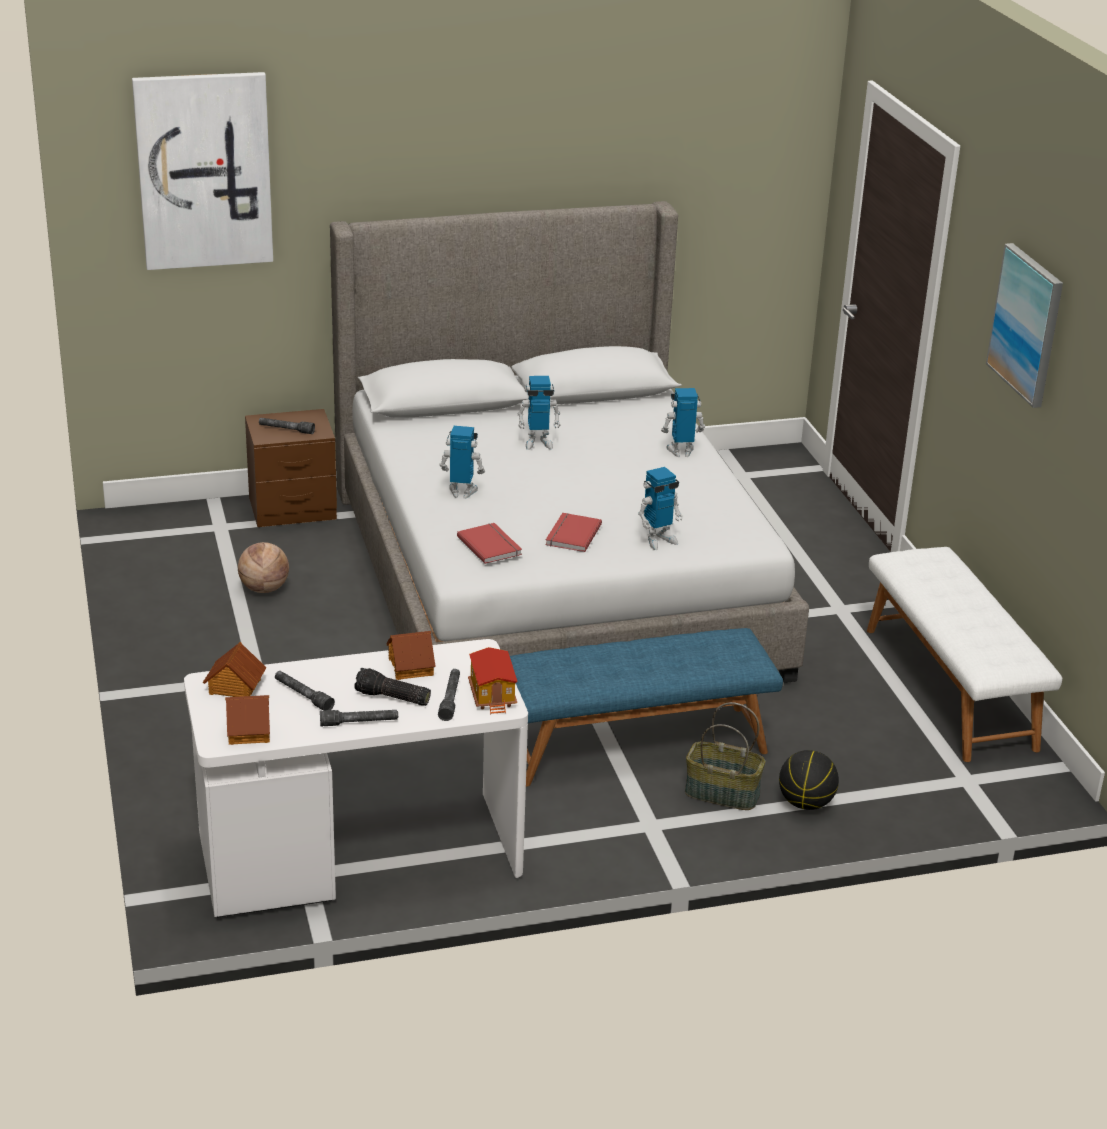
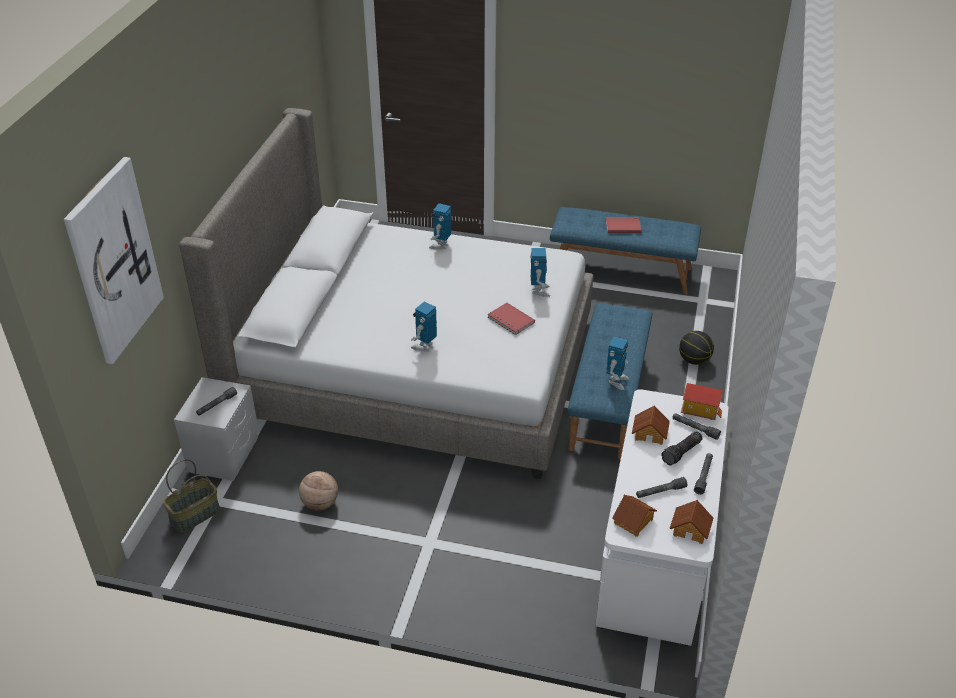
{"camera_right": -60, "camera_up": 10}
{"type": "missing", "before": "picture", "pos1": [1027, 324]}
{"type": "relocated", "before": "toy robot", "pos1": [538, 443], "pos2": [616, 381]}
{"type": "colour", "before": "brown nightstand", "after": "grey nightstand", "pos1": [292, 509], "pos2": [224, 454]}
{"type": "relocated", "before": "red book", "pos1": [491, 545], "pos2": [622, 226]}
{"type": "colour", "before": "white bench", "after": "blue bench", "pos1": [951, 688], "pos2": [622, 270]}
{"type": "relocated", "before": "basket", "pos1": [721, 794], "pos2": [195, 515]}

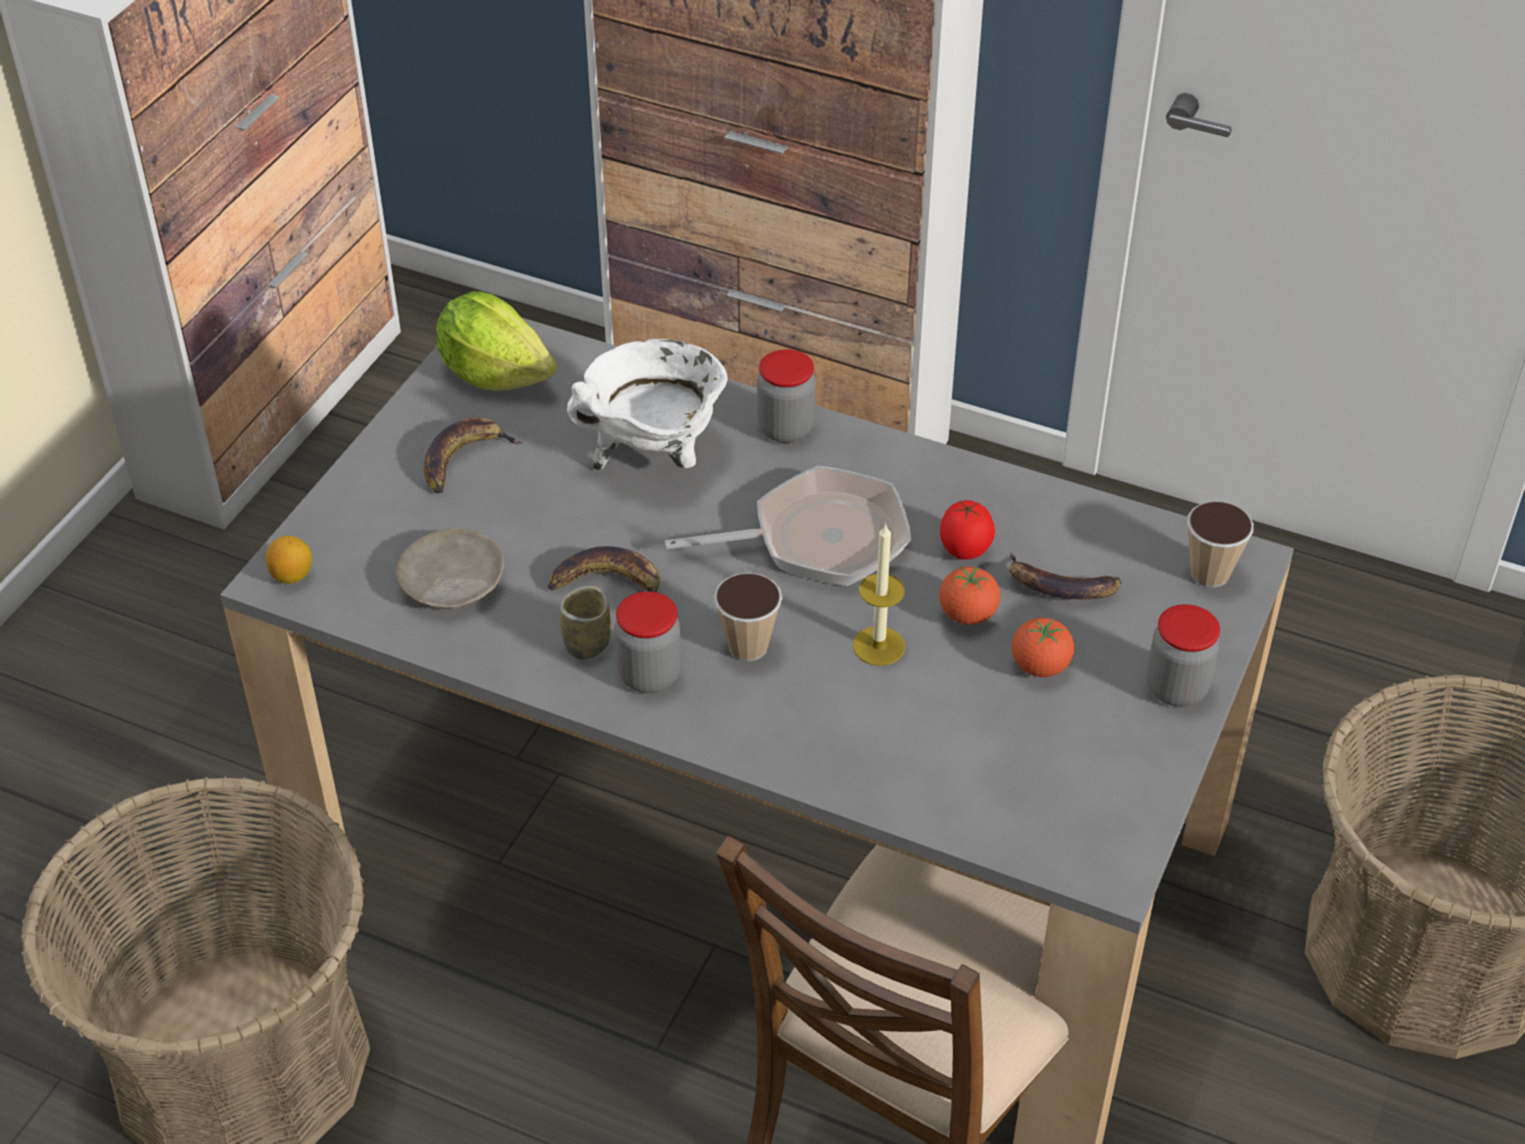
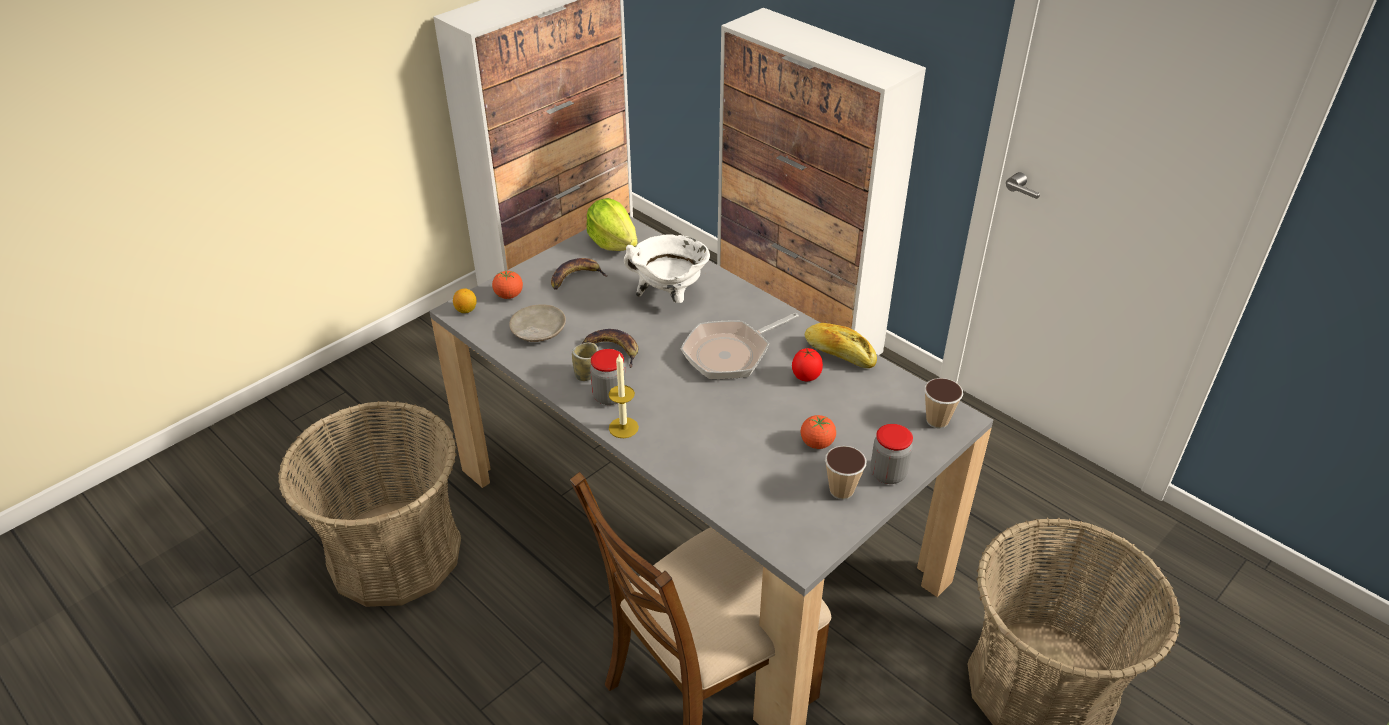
{"camera_right": 20, "camera_up": -5}
{"type": "missing", "before": "jar", "pos1": [785, 429]}
{"type": "spun", "before": "frying pan", "pos1": [818, 539], "pos2": [731, 353], "turn": 135}
{"type": "relocated", "before": "candle", "pos1": [878, 646], "pos2": [623, 427]}
{"type": "missing", "before": "banana", "pos1": [1059, 587]}
{"type": "relocated", "before": "tomato", "pos1": [967, 614], "pos2": [509, 295]}
{"type": "relocated", "before": "cup", "pos1": [748, 647], "pos2": [841, 490]}
{"type": "appeared", "after": "bread", "pos2": [839, 354]}

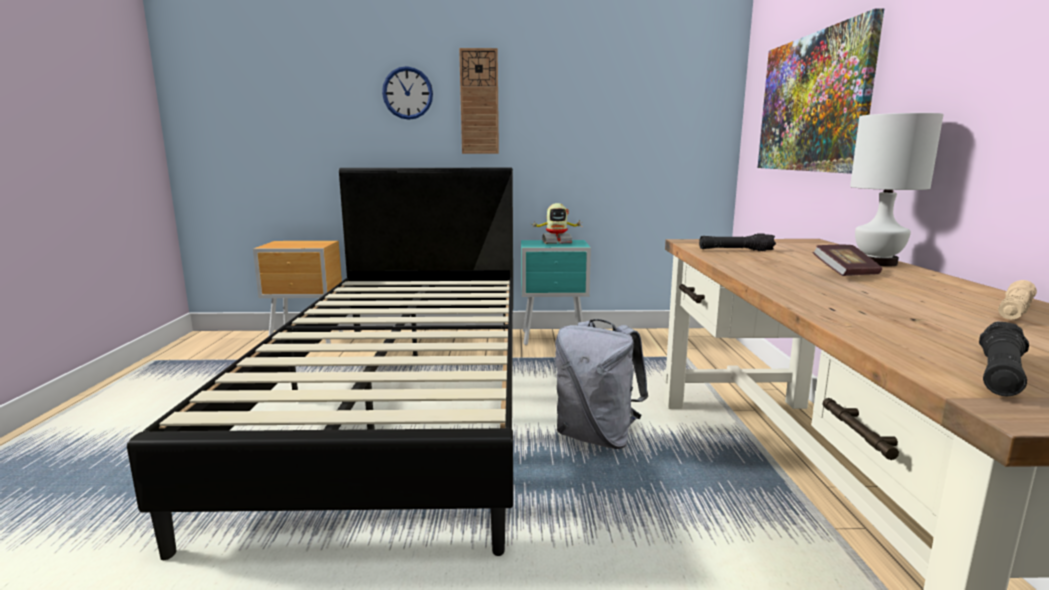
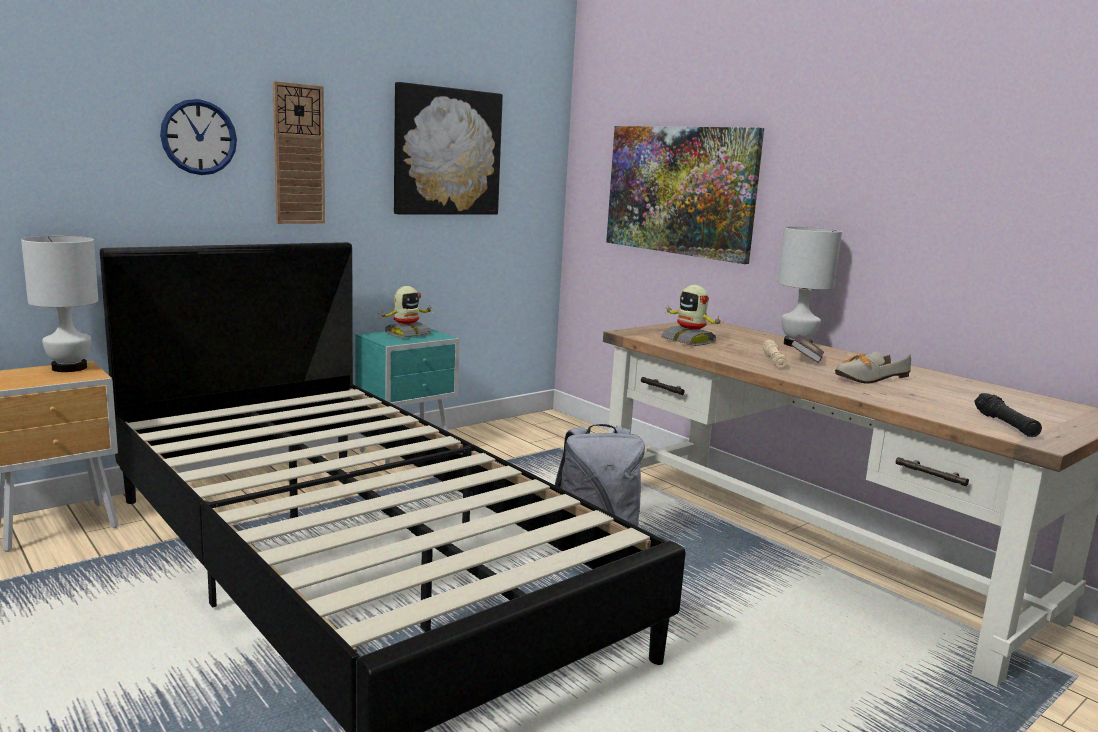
{"camera_right": -40, "camera_up": 0}
{"type": "exchanged", "before": "black flashlight", "after": "toy robot", "pos1": [735, 250], "pos2": [689, 341]}
{"type": "relocated", "before": "beige flashlight", "pos1": [1014, 310], "pos2": [773, 360]}
{"type": "appeared", "after": "picture", "pos2": [447, 152]}
{"type": "appeared", "after": "white table lamp", "pos2": [70, 368]}
{"type": "appeared", "after": "shoe", "pos2": [865, 379]}

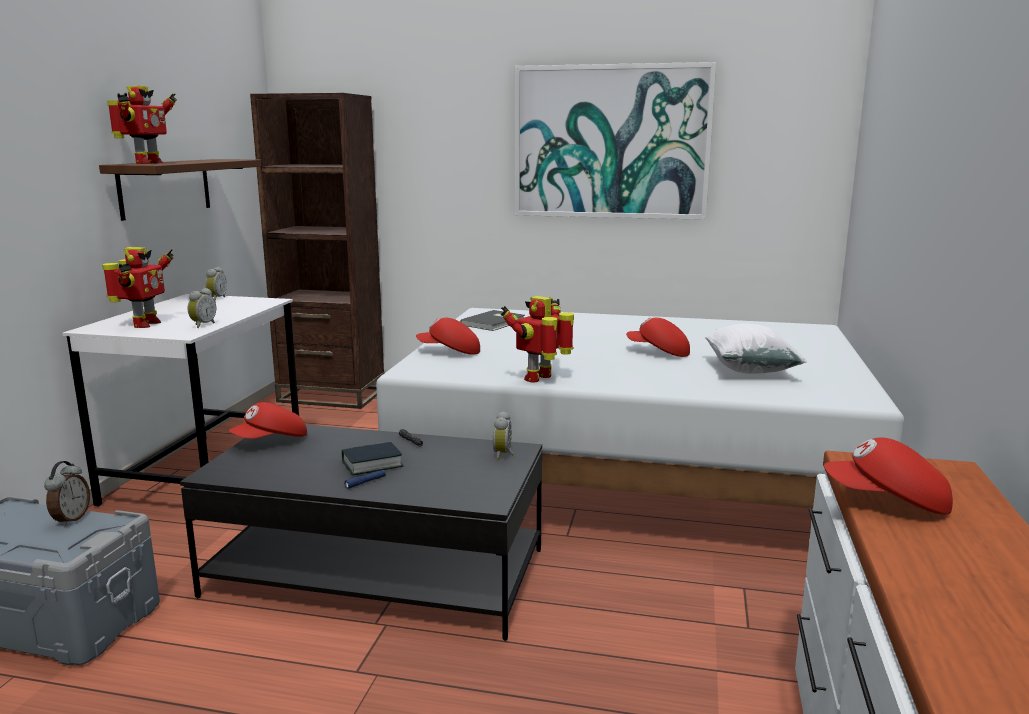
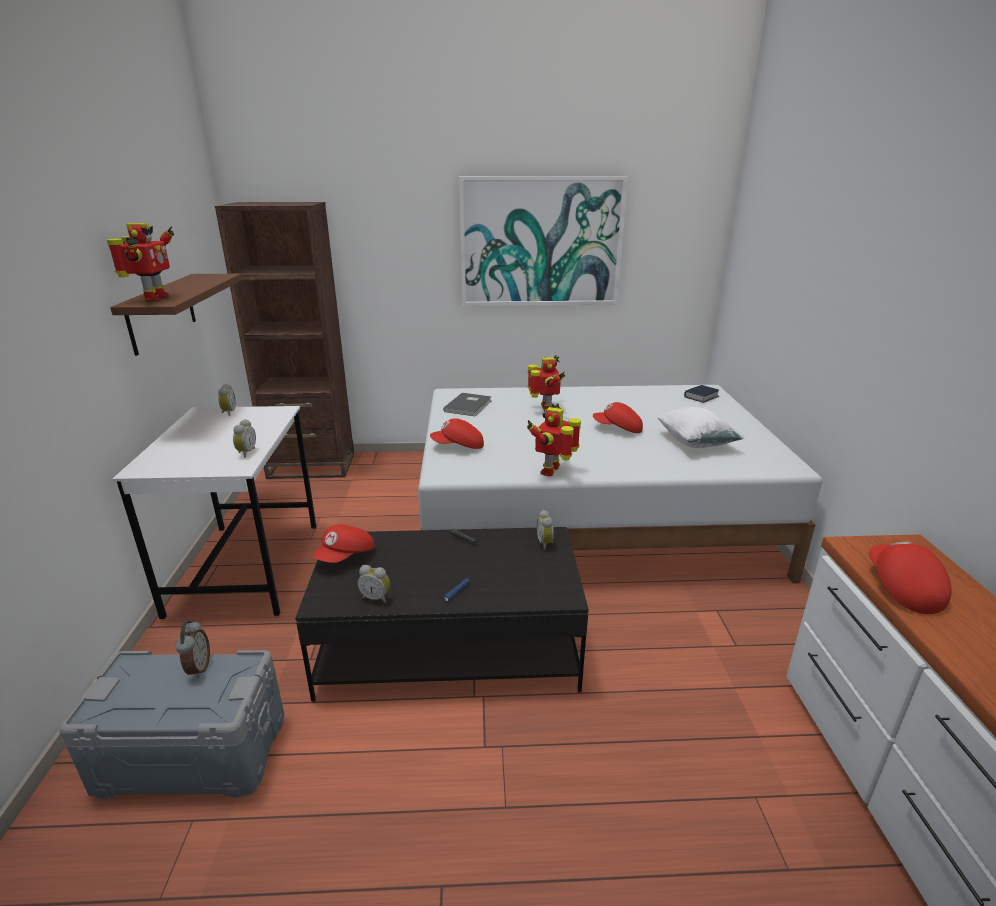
{"camera_right": -15, "camera_up": 10}
{"type": "relocated", "before": "toy robot", "pos1": [143, 324], "pos2": [546, 409]}
{"type": "spun", "before": "red cap", "pos1": [887, 502], "pos2": [901, 588], "turn": 90}
{"type": "relocated", "before": "book", "pos1": [372, 464], "pos2": [701, 397]}
{"type": "appeared", "after": "alarm clock", "pos2": [376, 597]}

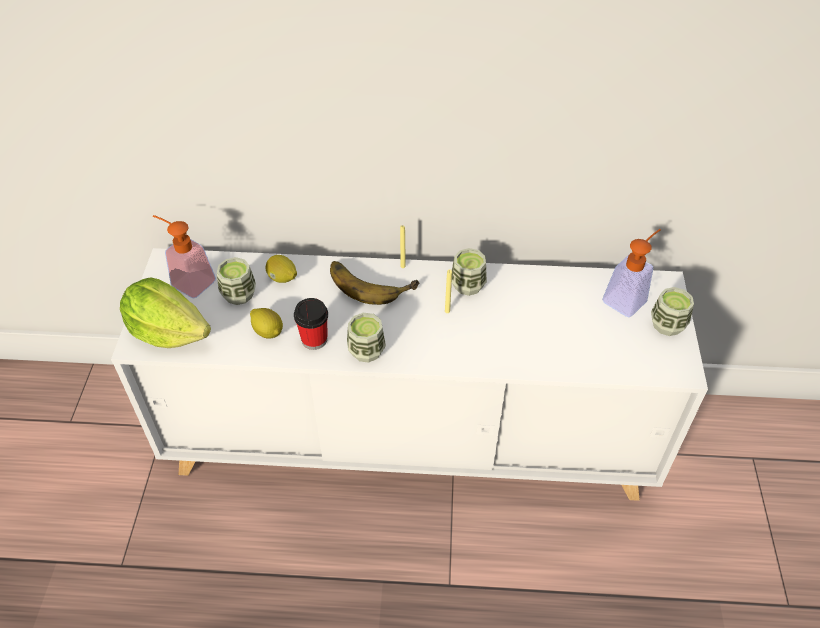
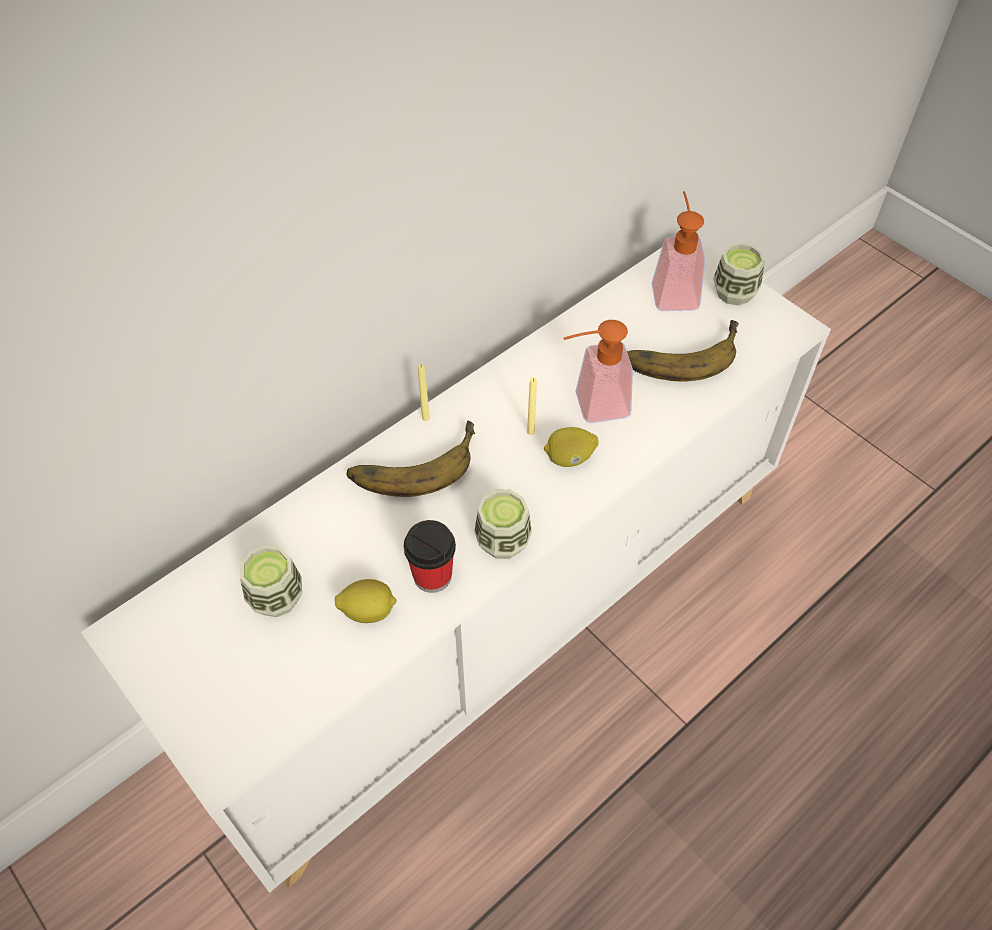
{"camera_right": -45, "camera_up": 5}
{"type": "relocated", "before": "soap dispenser", "pos1": [188, 280], "pos2": [592, 406]}
{"type": "missing", "before": "cup", "pos1": [468, 285]}
{"type": "relocated", "before": "lemon", "pos1": [282, 278], "pos2": [569, 458]}
{"type": "missing", "before": "lettuce", "pos1": [168, 332]}
{"type": "appeared", "after": "banana", "pos2": [678, 352]}

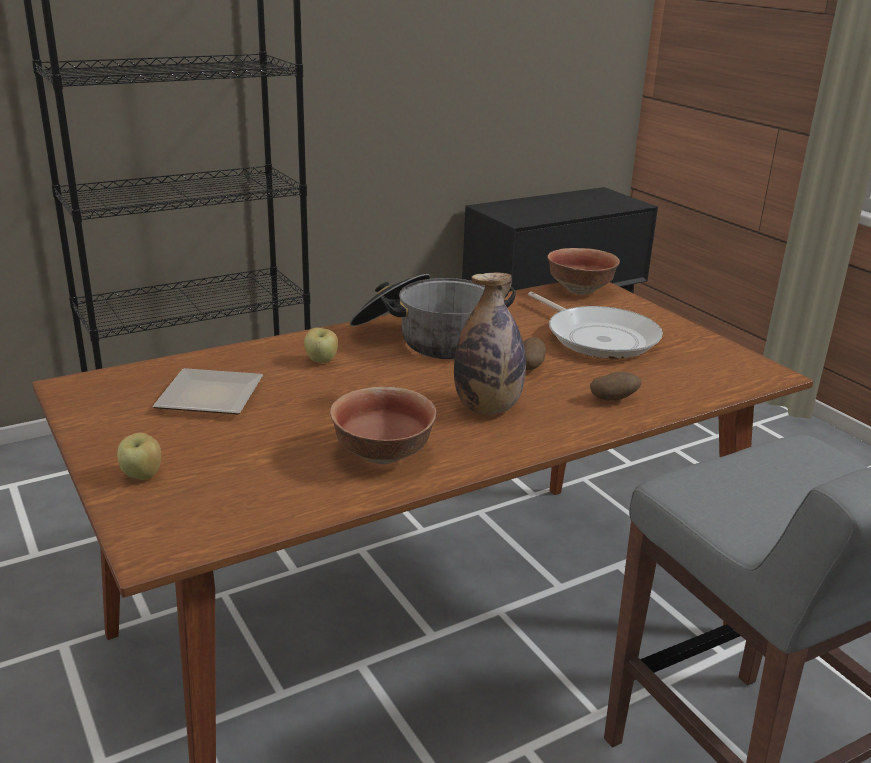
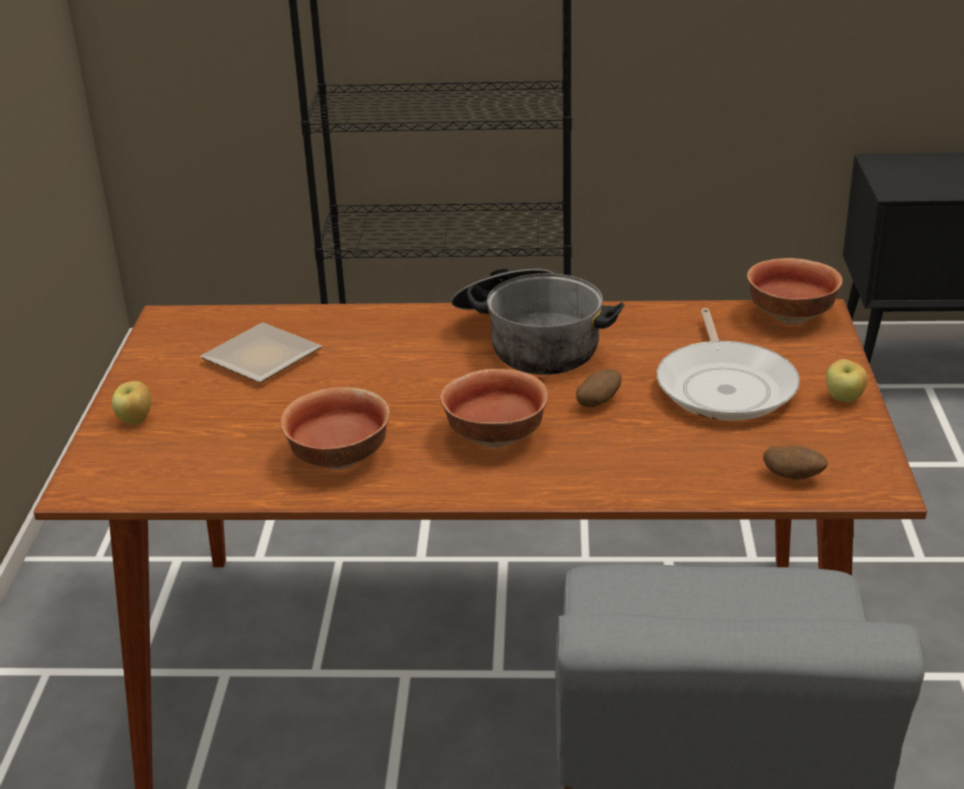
{"camera_right": 35, "camera_up": 5}
{"type": "exchanged", "before": "bottle", "after": "bowl", "pos1": [487, 408], "pos2": [493, 438]}
{"type": "relocated", "before": "apple", "pos1": [321, 361], "pos2": [844, 399]}
{"type": "relocated", "before": "potato", "pos1": [613, 400], "pos2": [793, 477]}

